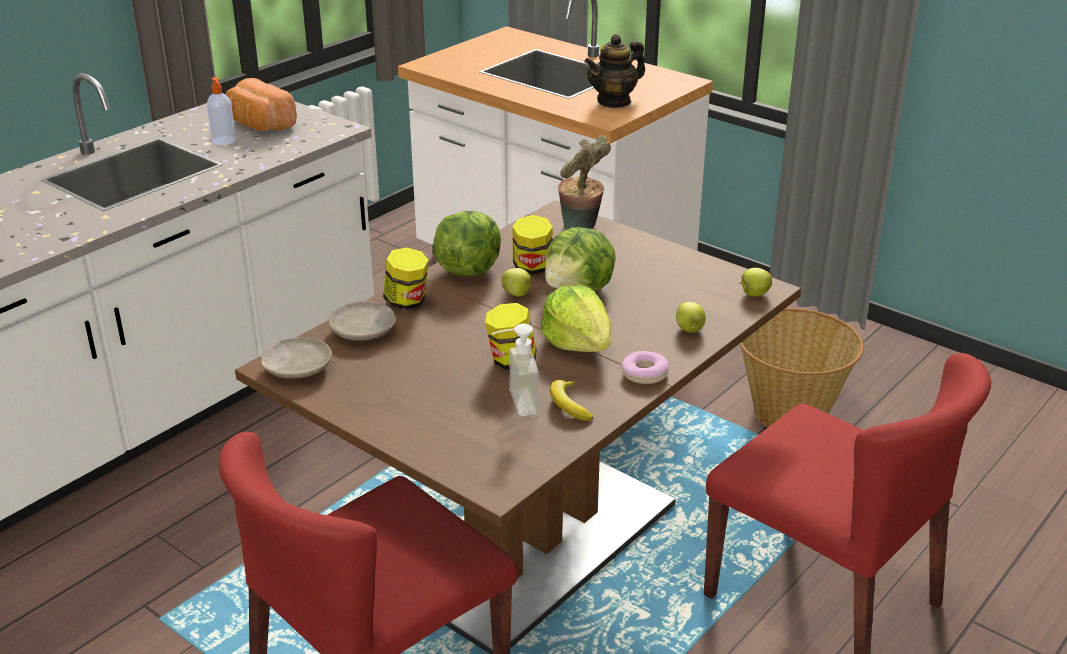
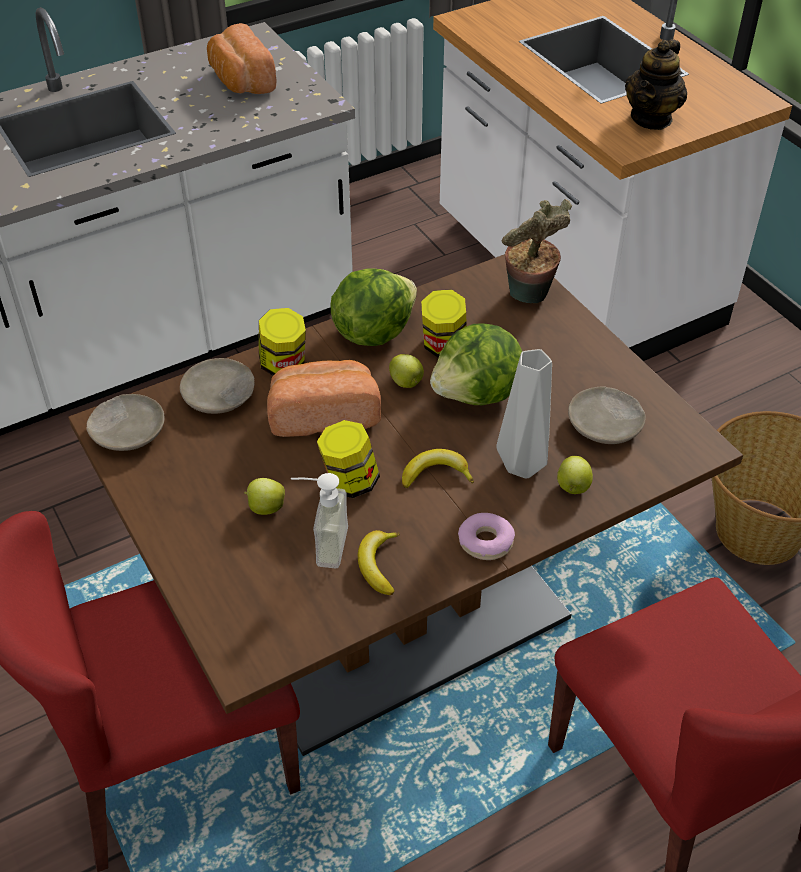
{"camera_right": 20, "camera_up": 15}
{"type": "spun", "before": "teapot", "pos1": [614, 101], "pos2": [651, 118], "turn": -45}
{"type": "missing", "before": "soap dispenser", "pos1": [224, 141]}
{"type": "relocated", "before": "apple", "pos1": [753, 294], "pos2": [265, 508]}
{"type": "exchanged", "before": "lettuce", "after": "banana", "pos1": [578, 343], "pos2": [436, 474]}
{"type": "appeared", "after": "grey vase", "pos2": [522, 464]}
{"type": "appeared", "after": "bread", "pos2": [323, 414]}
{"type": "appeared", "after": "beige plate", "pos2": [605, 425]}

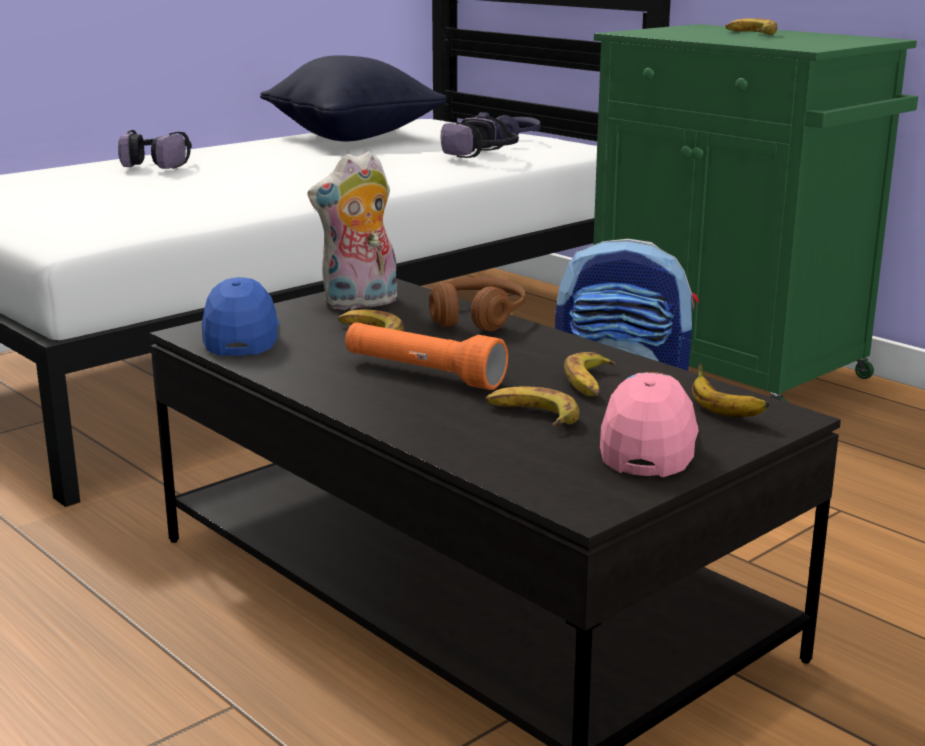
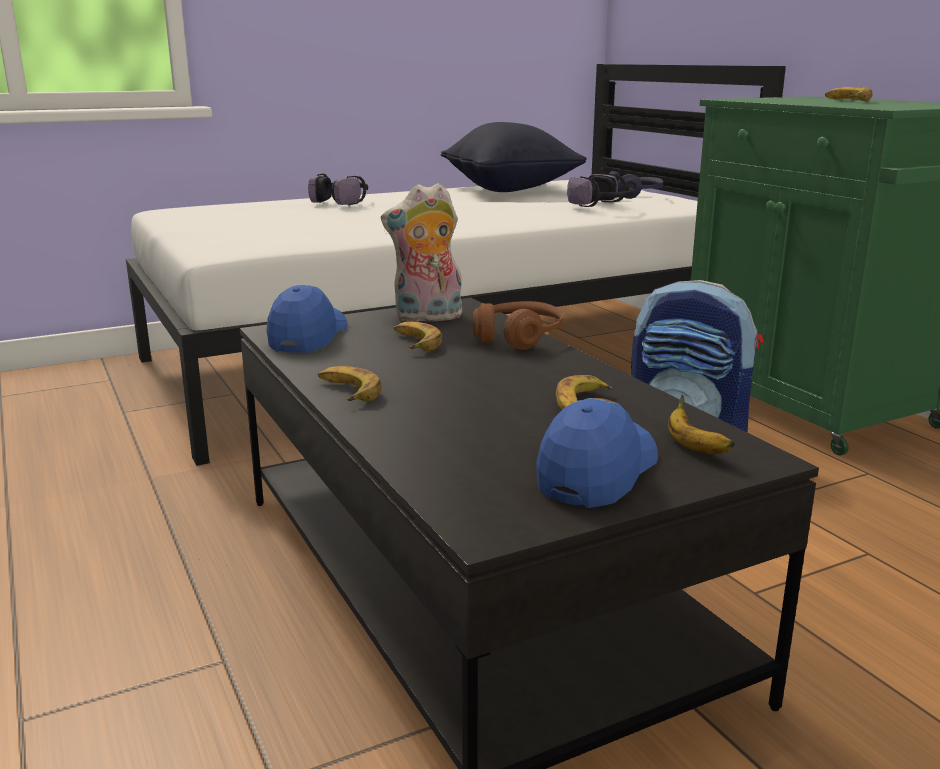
{"camera_right": 15, "camera_up": 0}
{"type": "missing", "before": "orange flashlight", "pos1": [423, 374]}
{"type": "colour", "before": "pink cap", "after": "blue cap", "pos1": [649, 445], "pos2": [597, 472]}
{"type": "relocated", "before": "banana", "pos1": [531, 415], "pos2": [347, 391]}

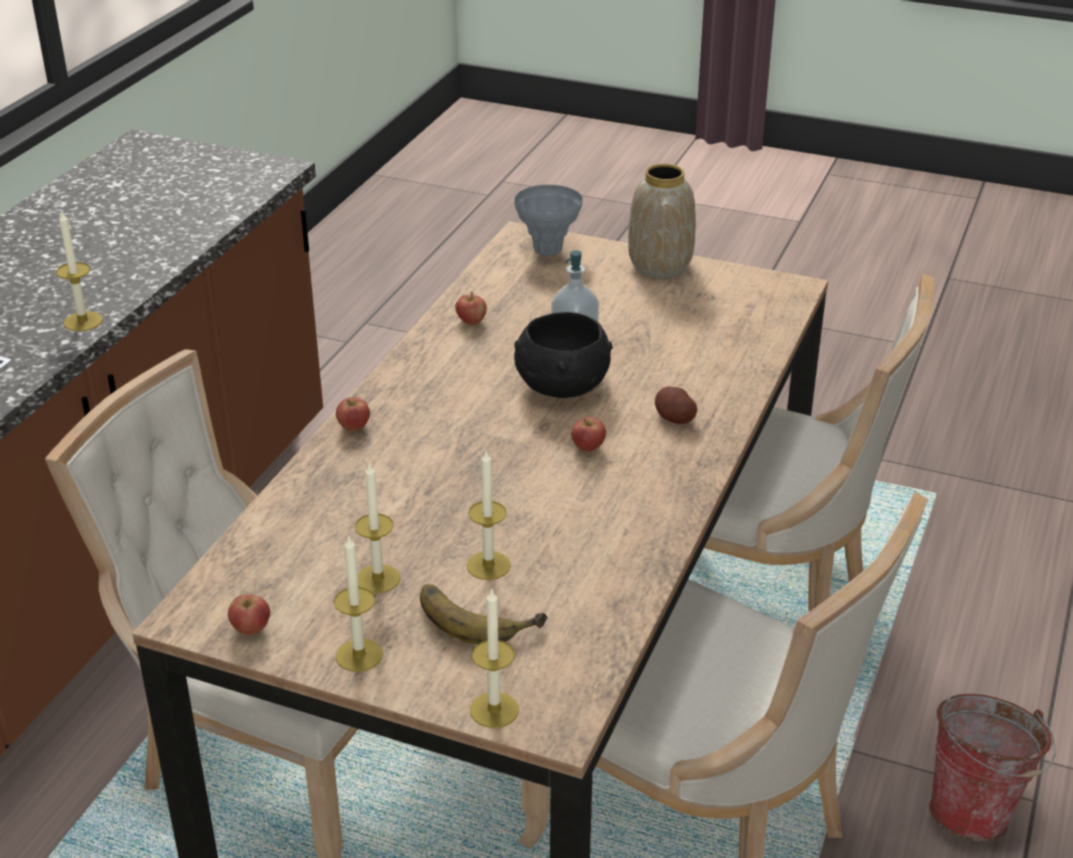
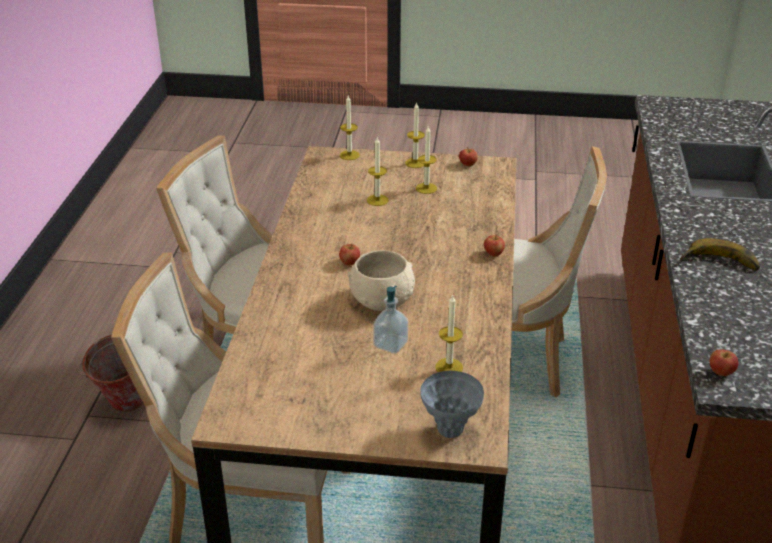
{"camera_right": 165, "camera_up": 0}
{"type": "missing", "before": "vase", "pos1": [660, 266]}
{"type": "relocated", "before": "candle", "pos1": [83, 321], "pos2": [449, 367]}
{"type": "relocated", "before": "apple", "pos1": [471, 322], "pos2": [721, 372]}
{"type": "colour", "before": "black bowl", "after": "beige bowl", "pos1": [561, 386], "pos2": [382, 300]}
{"type": "missing", "before": "potato", "pos1": [674, 418]}
{"type": "relocated", "before": "banana", "pos1": [478, 614], "pos2": [719, 265]}

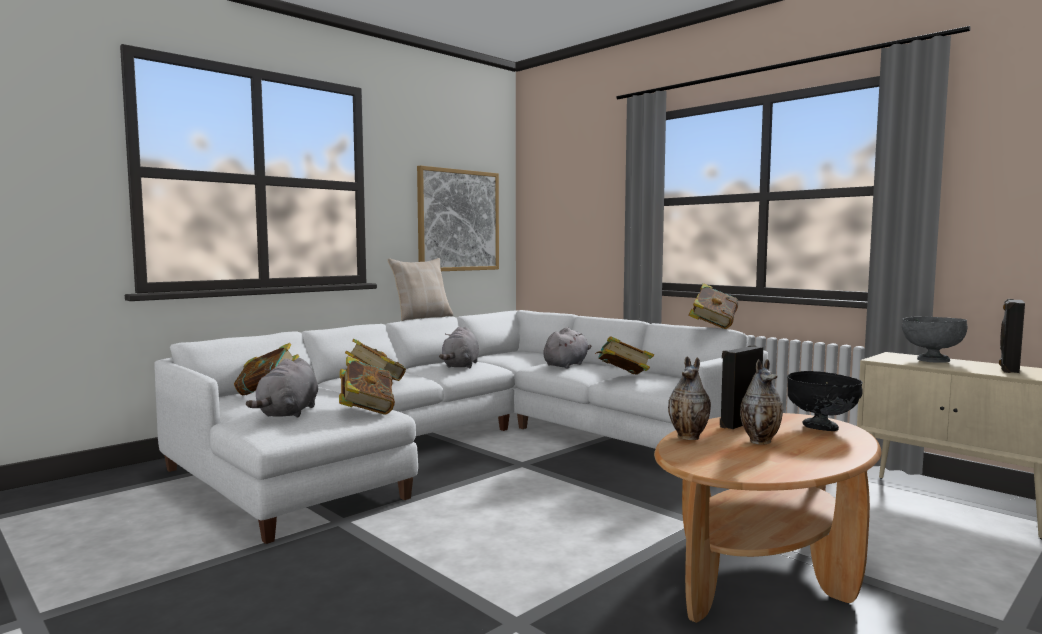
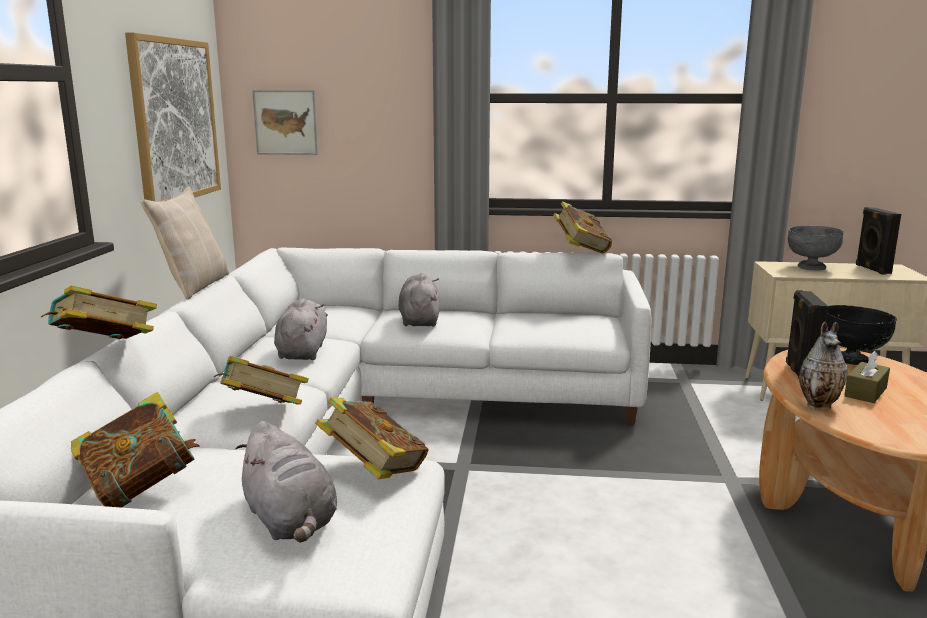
{"camera_right": -40, "camera_up": 10}
{"type": "spun", "before": "grey plush toy", "pos1": [460, 366], "pos2": [303, 352], "turn": -150}
{"type": "relocated", "before": "book", "pos1": [623, 377], "pos2": [104, 349]}
{"type": "exchanged", "before": "vase", "after": "brown tissue box", "pos1": [760, 441], "pos2": [865, 392]}
{"type": "appeared", "after": "picture", "pos2": [286, 122]}

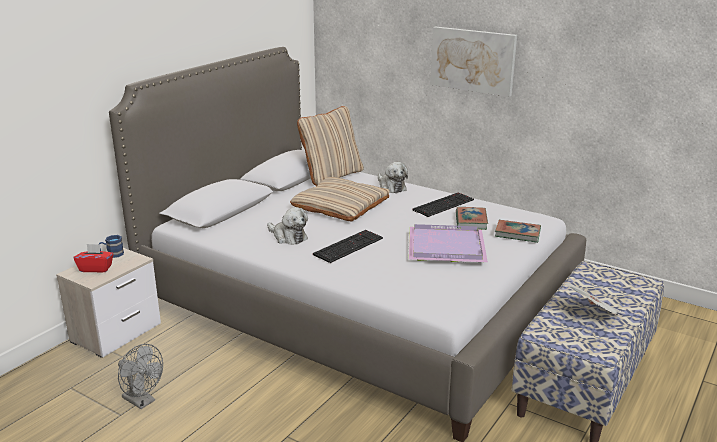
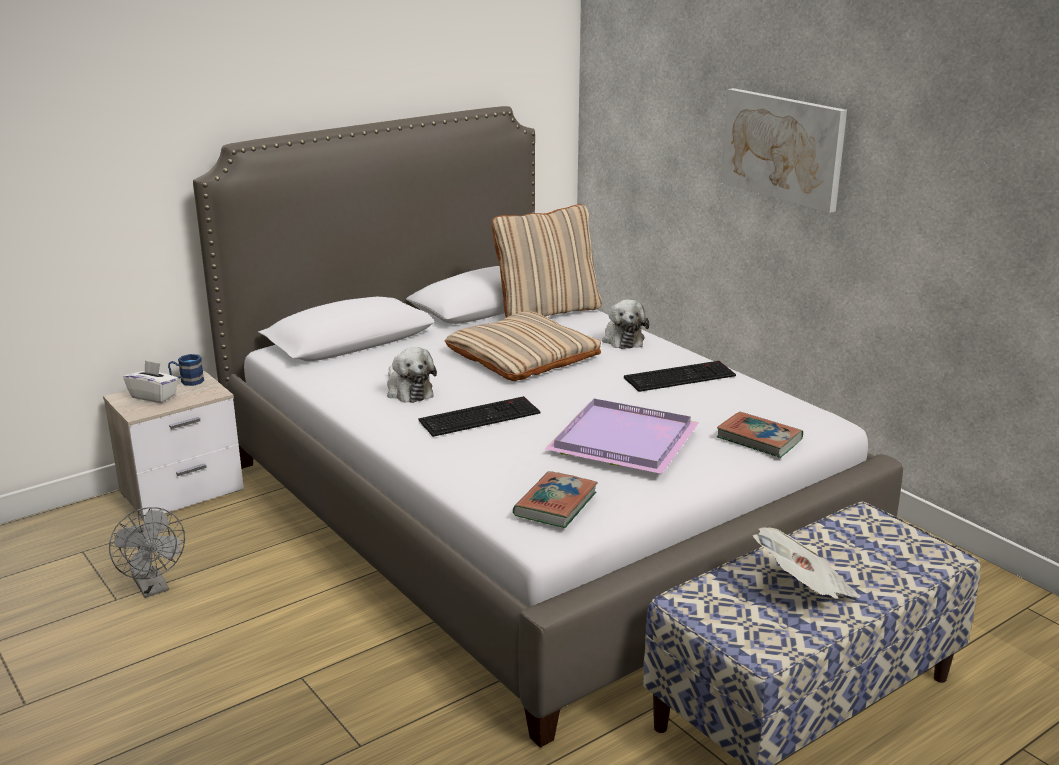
{"camera_right": 20, "camera_up": 0}
{"type": "relocated", "before": "book", "pos1": [471, 221], "pos2": [555, 504]}
{"type": "colour", "before": "red tissue box", "after": "white tissue box", "pos1": [96, 268], "pos2": [154, 396]}

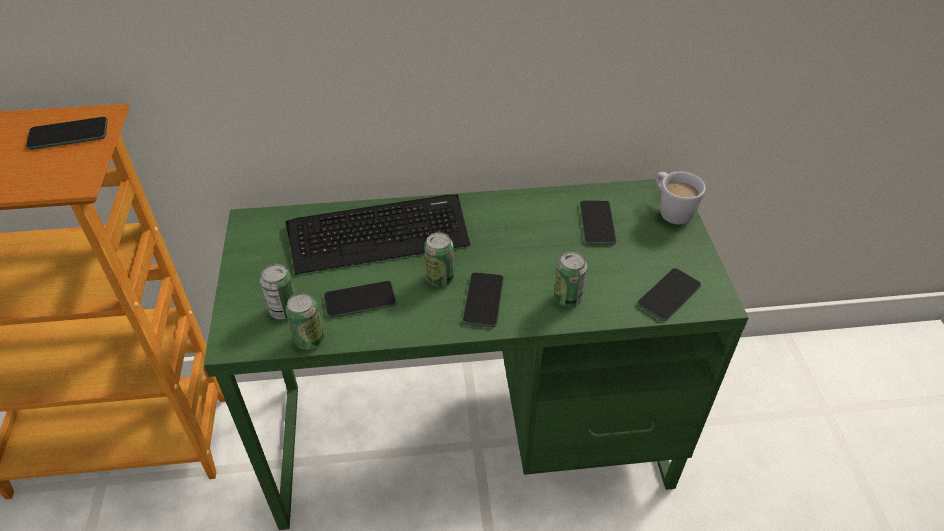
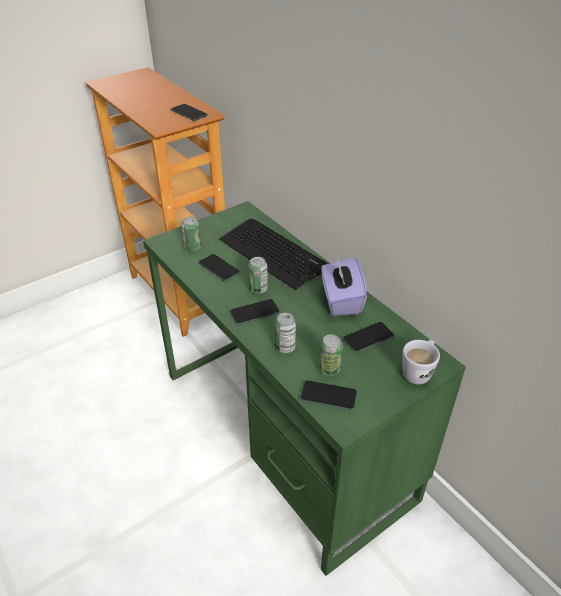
{"camera_right": 60, "camera_up": -5}
{"type": "relocated", "before": "can", "pos1": [309, 339], "pos2": [329, 369]}
{"type": "appeared", "after": "purple tissue box", "pos2": [341, 300]}

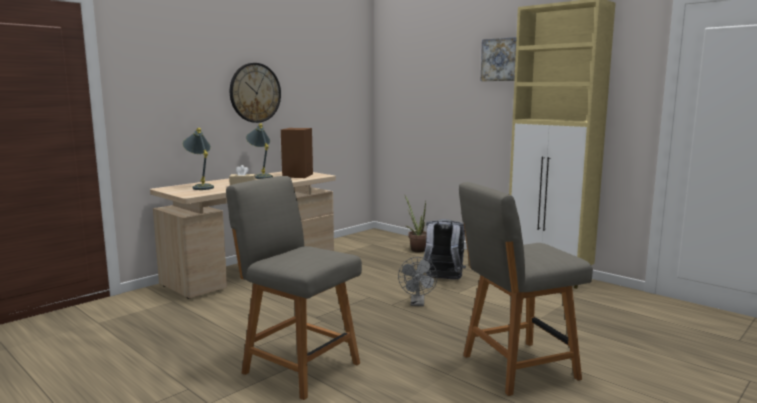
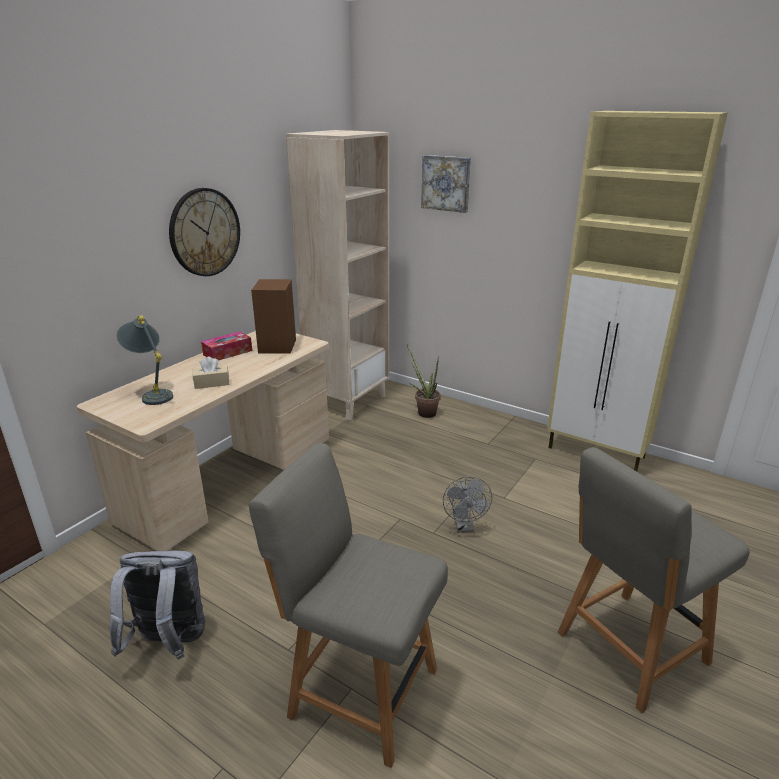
{"camera_right": -10, "camera_up": 15}
{"type": "relocated", "before": "picture", "pos1": [501, 59], "pos2": [446, 183]}
{"type": "exchanged", "before": "grey table lamp", "after": "tissue box", "pos1": [261, 176], "pos2": [228, 352]}
{"type": "relocated", "before": "grey backpack", "pos1": [443, 279], "pos2": [169, 643]}
{"type": "appeared", "after": "beige bookcase", "pos2": [347, 401]}

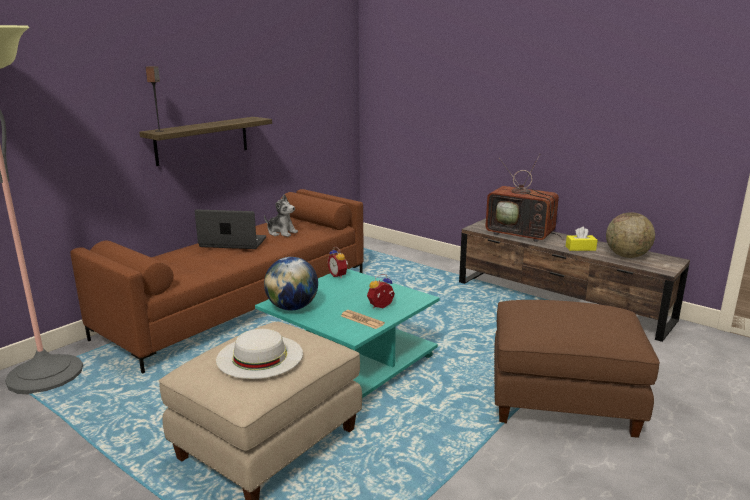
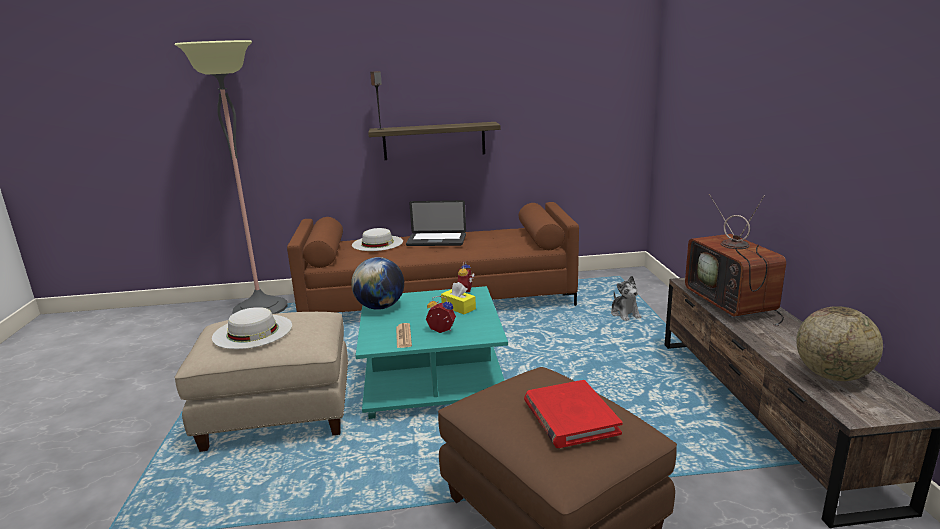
{"camera_right": 45, "camera_up": 0}
{"type": "relocated", "before": "plush toy", "pos1": [281, 232], "pos2": [625, 314]}
{"type": "spun", "before": "laptop", "pos1": [233, 243], "pos2": [436, 240], "turn": 135}
{"type": "relocated", "before": "yellow tissue box", "pos1": [580, 248], "pos2": [458, 307]}
{"type": "appeared", "after": "white hat", "pos2": [377, 243]}
{"type": "appeared", "after": "red book", "pos2": [570, 417]}

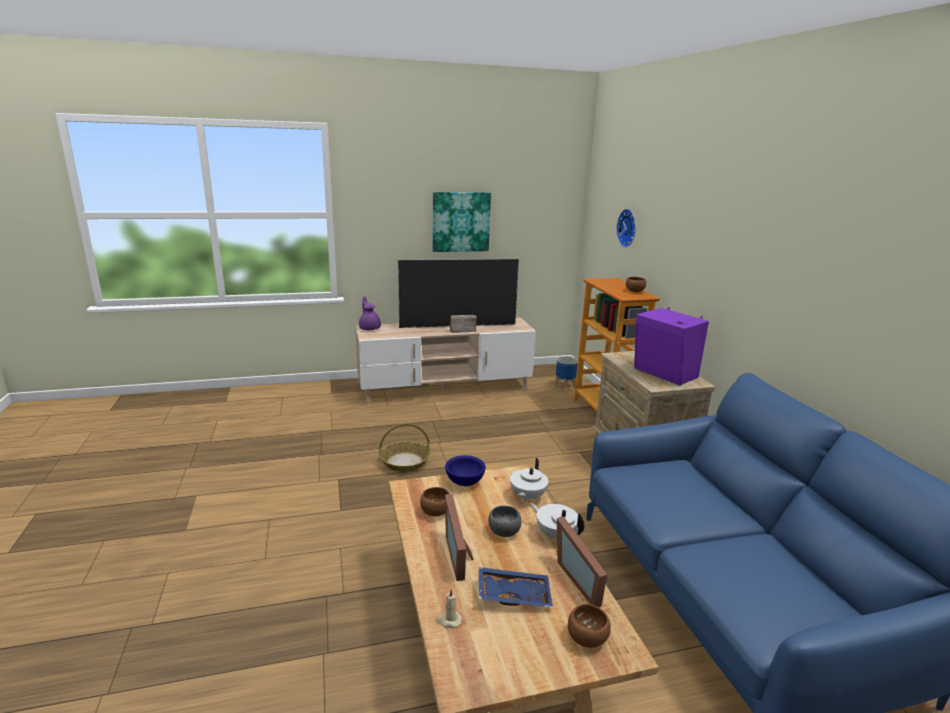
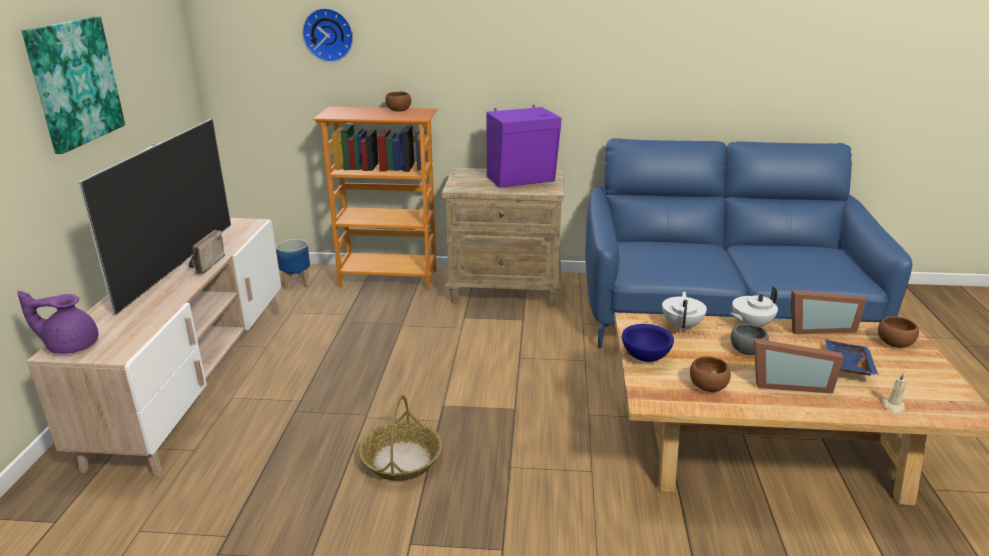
{"camera_right": -70, "camera_up": 5}
{"type": "spun", "before": "white teapot", "pos1": [527, 496], "pos2": [682, 326], "turn": -120}

